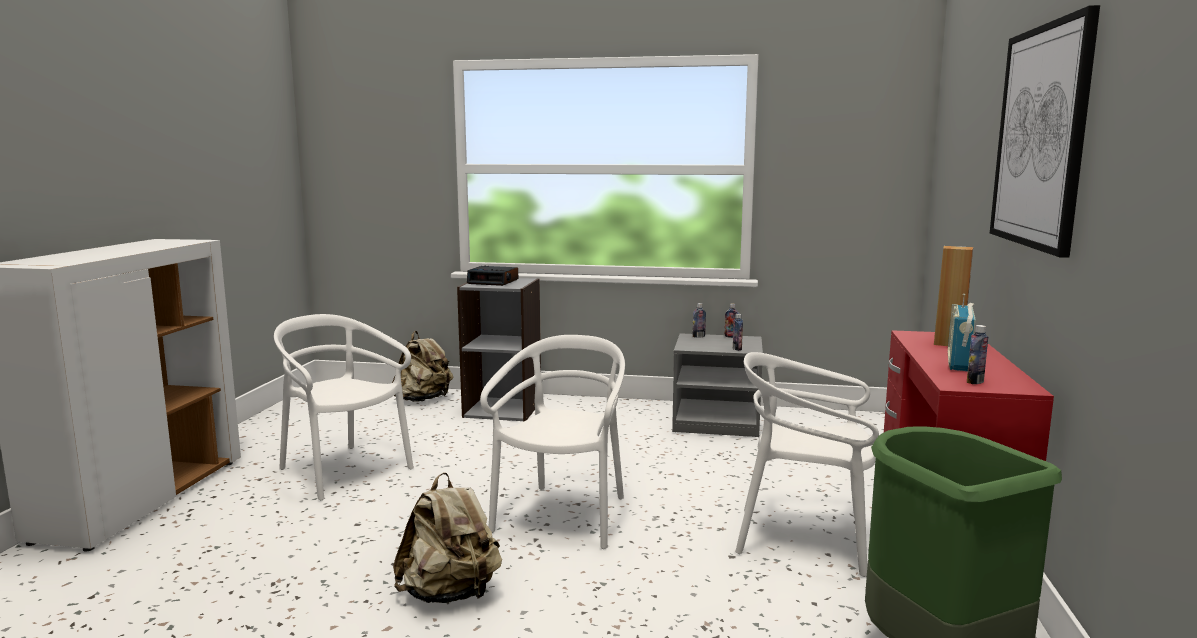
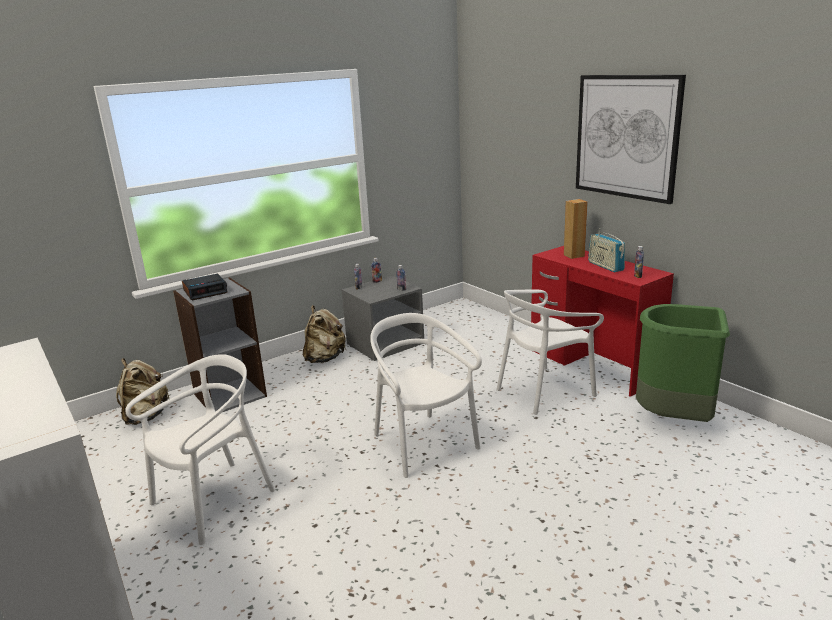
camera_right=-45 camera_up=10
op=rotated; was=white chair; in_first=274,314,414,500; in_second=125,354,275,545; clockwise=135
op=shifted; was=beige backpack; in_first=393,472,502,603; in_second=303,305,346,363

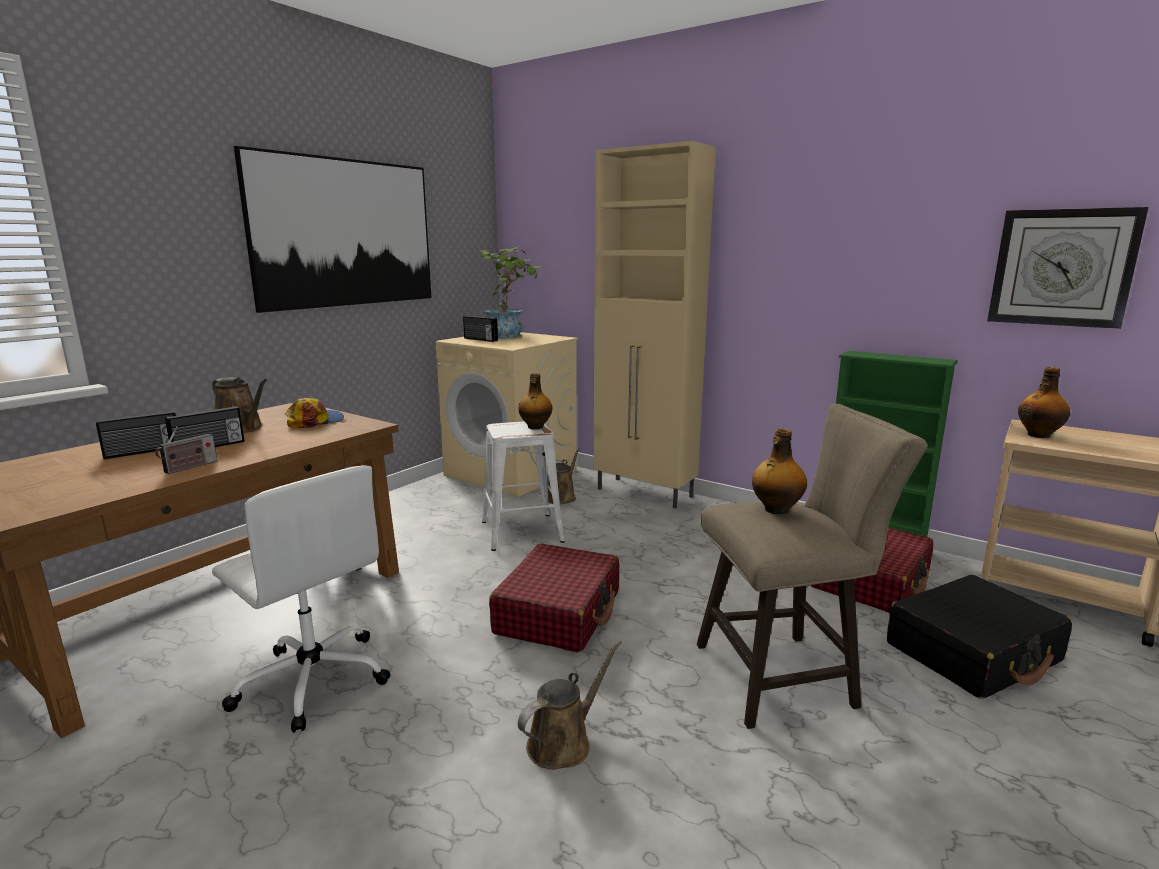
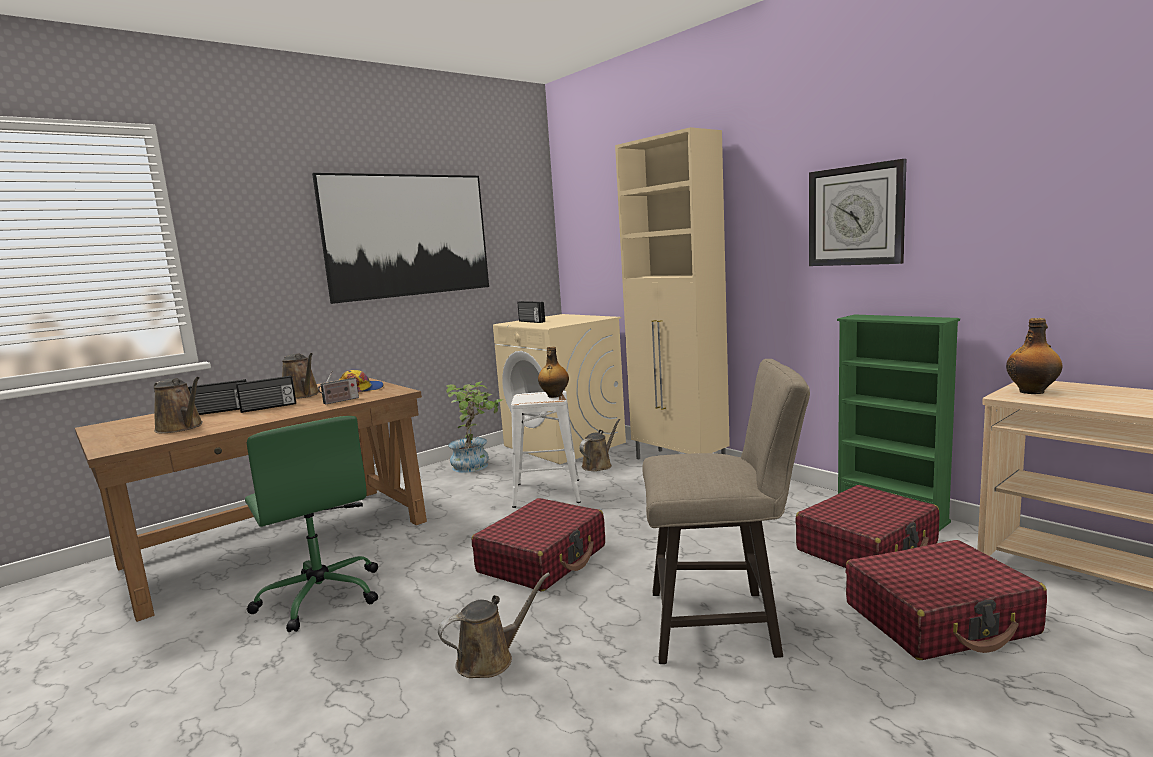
camera_right=15 camera_up=-5
op=shifted; was=wall clock; in_first=987,207,1149,329; in_second=809,159,906,266
op=shifted; was=potted plant; in_first=479,247,543,339; in_second=446,381,502,473
op=shifted; was=radio; in_first=155,426,217,474; in_second=318,371,359,404
op=gone; was=bottle; in_first=752,428,807,514
op=repainted; was=white office chair; now=green office chair; in_first=212,465,390,733; in_second=245,416,378,632
op=repainted; was=black suitcase; now=red suitcase; in_first=887,575,1072,699; in_second=846,540,1047,660
op=new; now=brown watering can; in_second=154,377,203,433

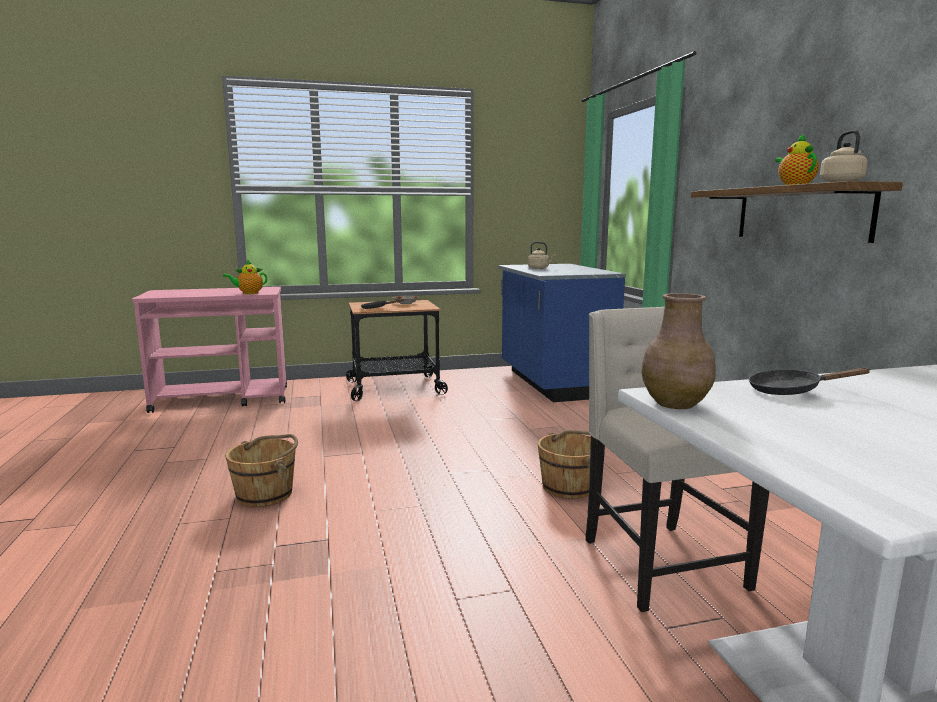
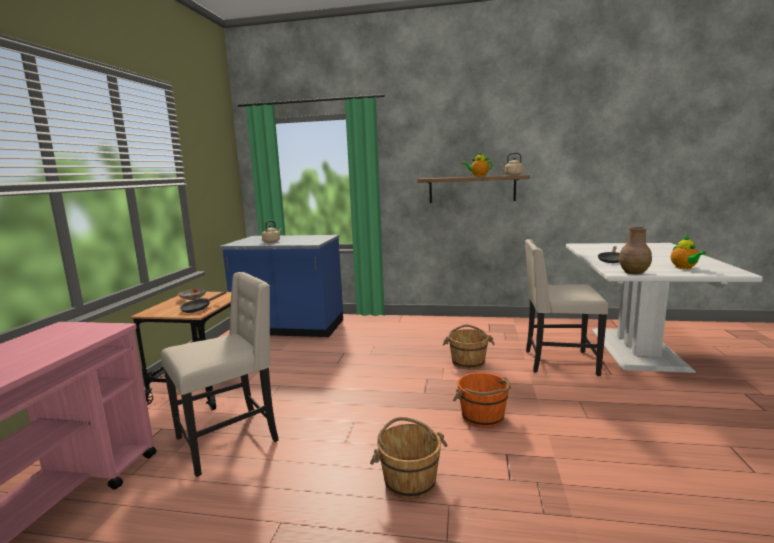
camera_right=-65 camera_up=0
op=shifted; was=teapot; in_first=223,259,267,294; in_second=671,235,706,269
op=new; now=beige chair; in_second=161,272,279,477
op=new; now=orange bucket; in_second=453,372,511,428

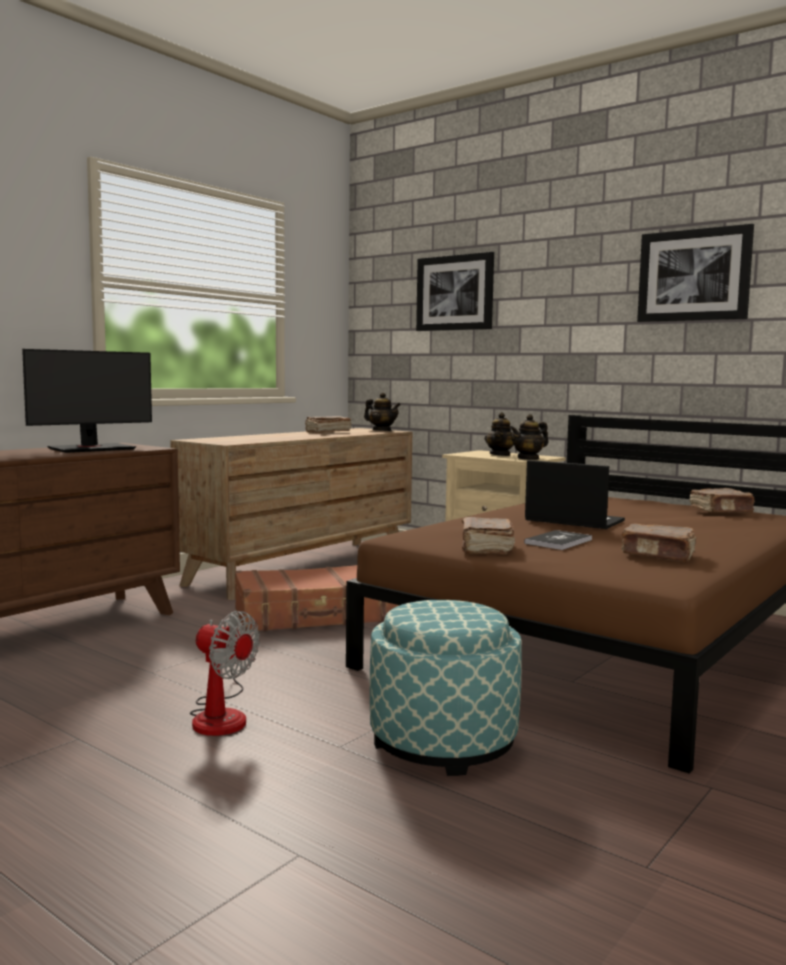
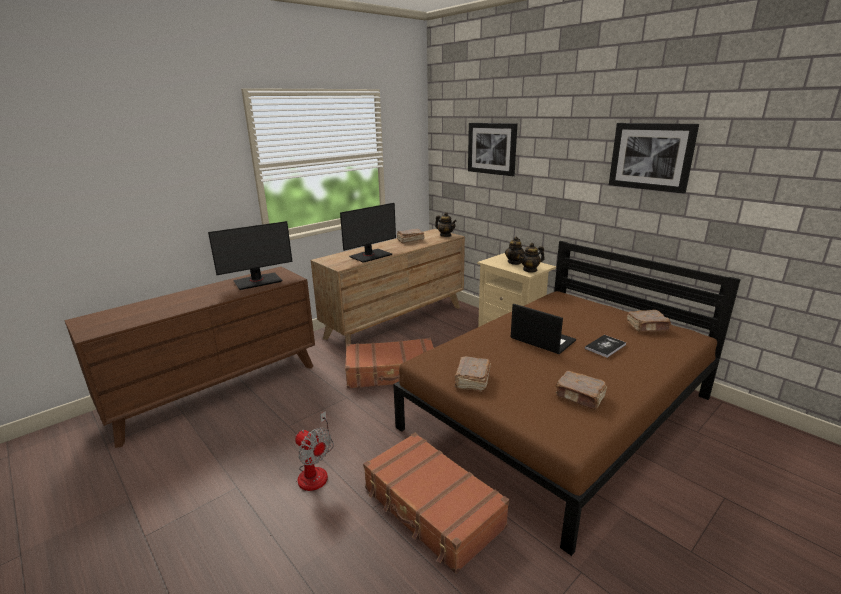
camera_right=10 camera_up=15
op=shifted; was=book; in_first=524,530,592,550; in_second=585,335,626,358
op=swapped; was=ottoman; now=brown suitcase; in_first=370,600,522,776; in_second=363,433,509,574
op=new; now=monitor; in_second=340,203,396,263

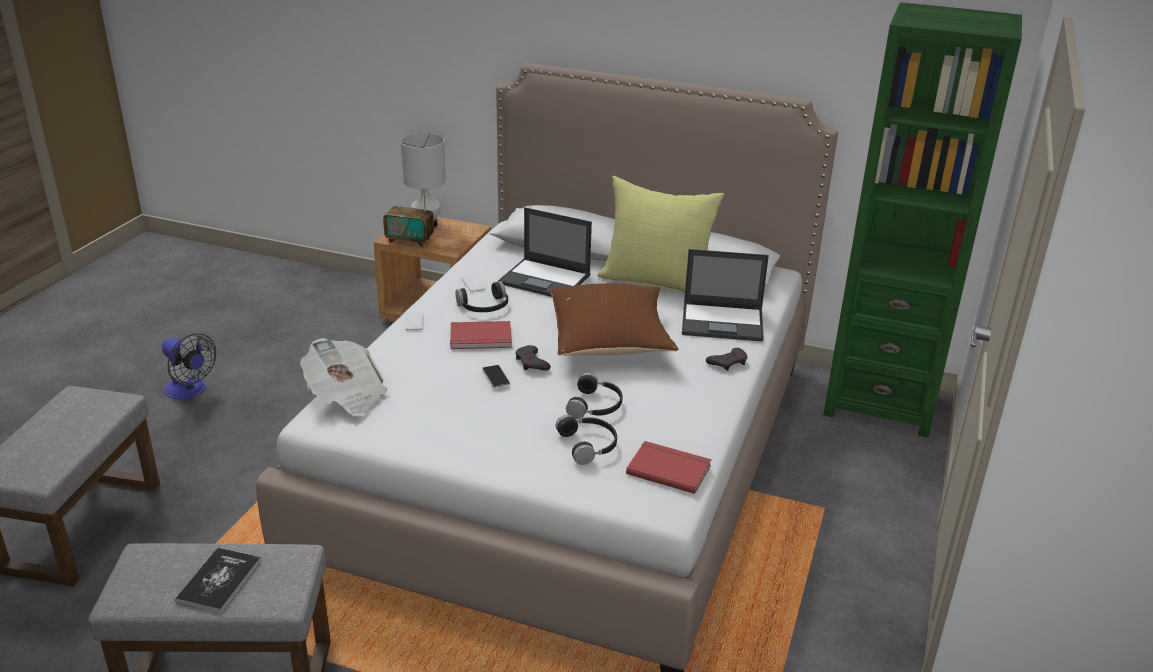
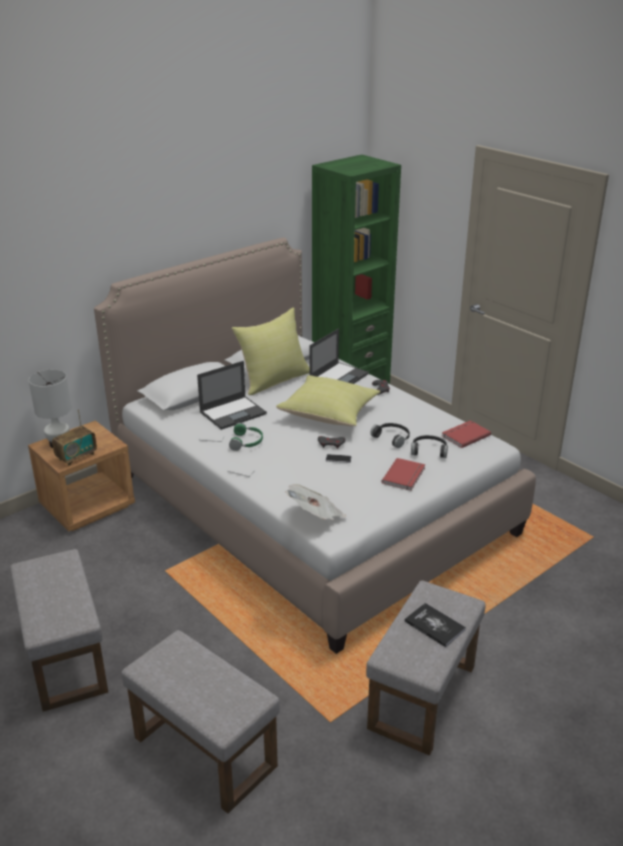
camera_right=-60 camera_up=0
op=repainted; was=black headphones; now=green headphones; in_first=455,281,508,312; in_second=229,423,263,451
op=repainted; was=brown pillow; now=yellow pillow; in_first=551,283,678,356; in_second=276,375,381,426
op=shifted; was=red book; in_first=450,321,512,349; in_second=382,458,425,491
op=swapped; was=fan; now=grey ottoman; in_first=162,333,216,400; in_second=10,549,108,712

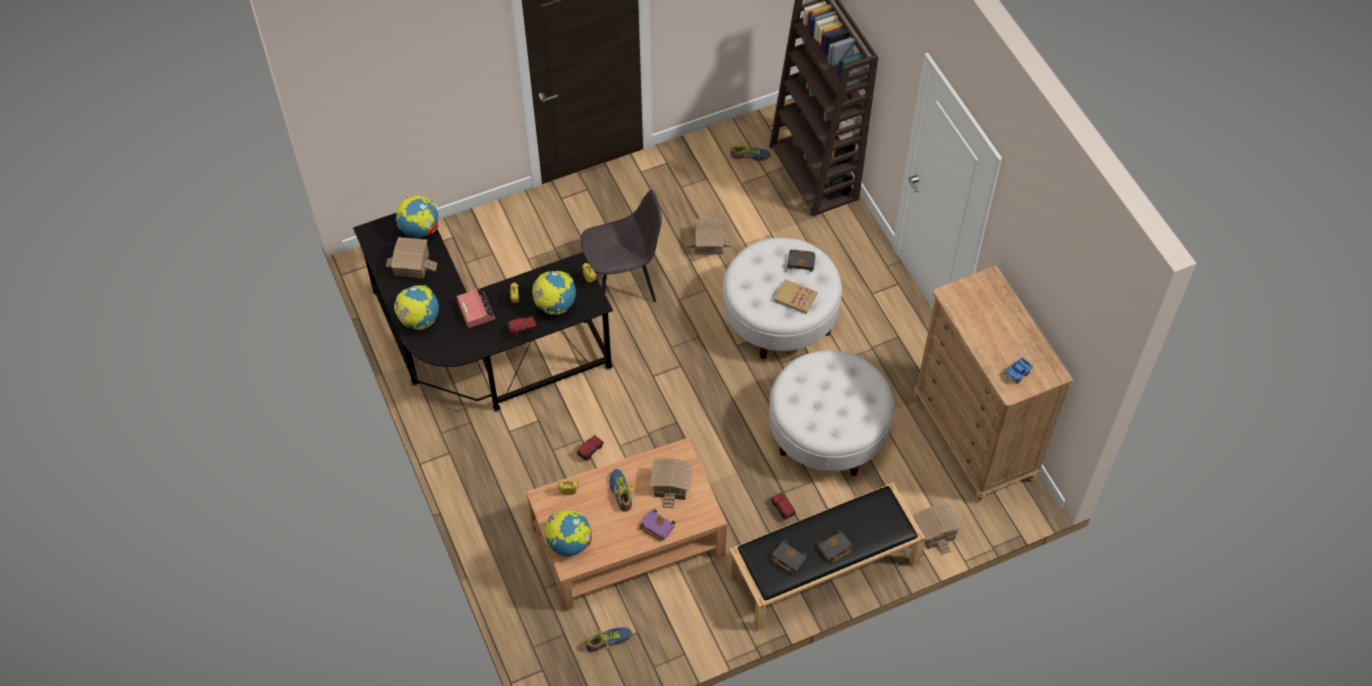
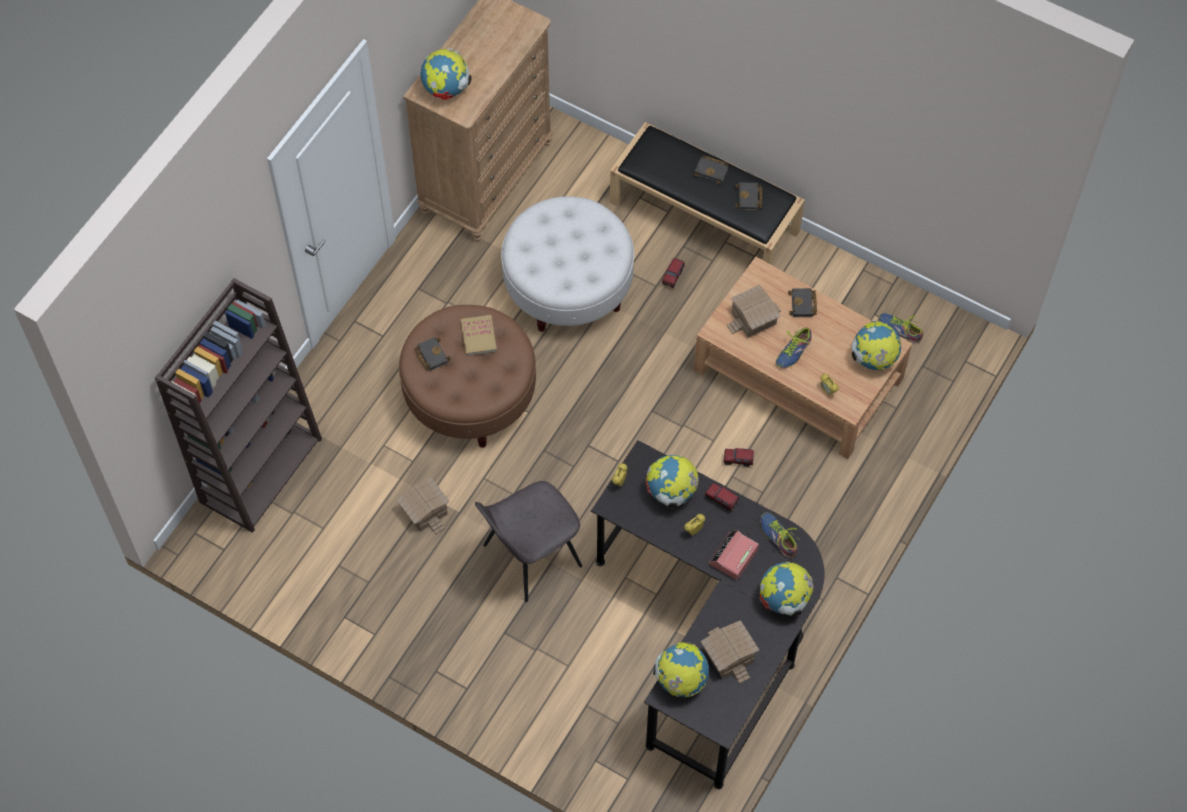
camera_right=-125 camera_up=5
op=shifted; was=shoe; in_first=730,141,771,161; in_second=760,513,800,558
op=rotated; was=grey chair; in_first=581,190,662,302; in_second=475,481,582,602; clockwise=-75
op=repainted; was=white ottoman; now=brown ottoman; in_first=723,238,842,359; in_second=399,305,536,448
op=gone; was=toy truck; in_first=1006,358,1033,384
op=gone; was=toy house; in_first=913,503,961,555
op=repainted; was=purple book; now=black book; in_first=639,509,676,542; in_second=788,288,817,317
op=new; now=globe; in_second=421,48,472,100

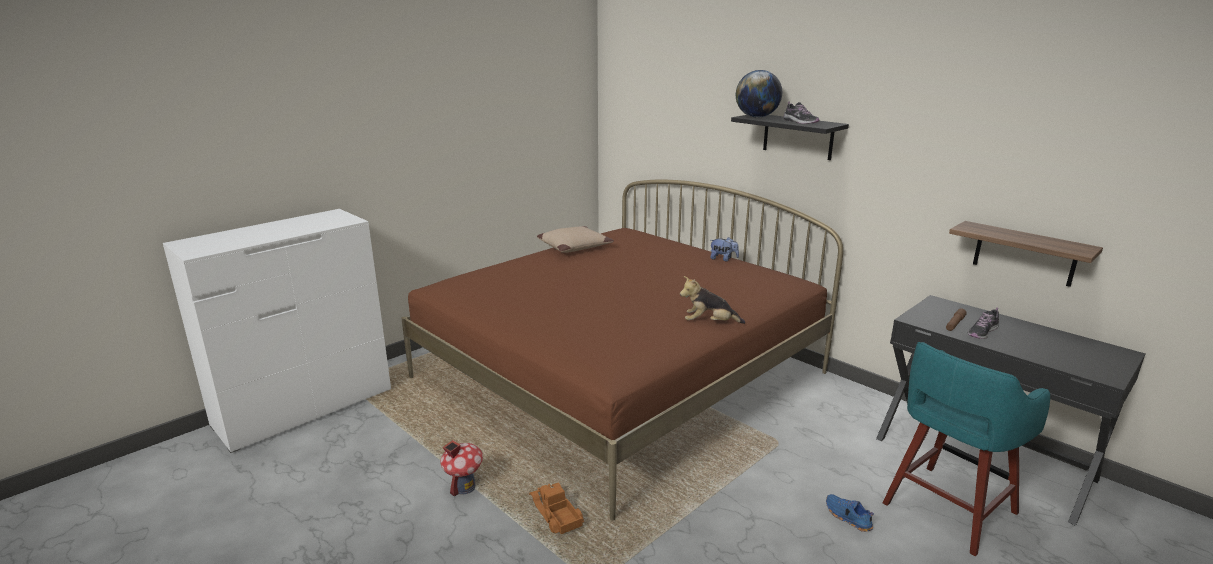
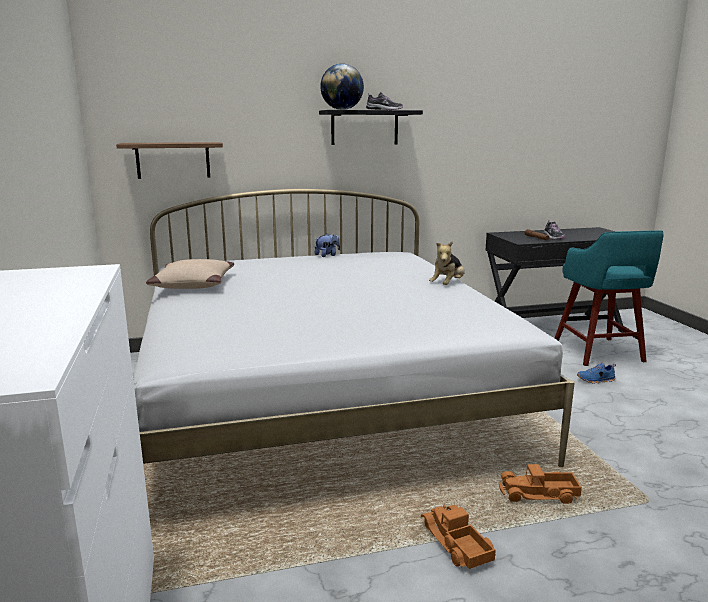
camera_right=-60 camera_up=-5
op=repainted; was=brown bed; now=white bed; in_first=401,180,843,521; in_second=133,189,575,467
op=shifted; was=shelf; in_first=949,221,1103,287; in_second=116,142,223,179
op=swapped; was=toy house; now=toy truck; in_first=440,440,483,497; in_second=421,505,496,569

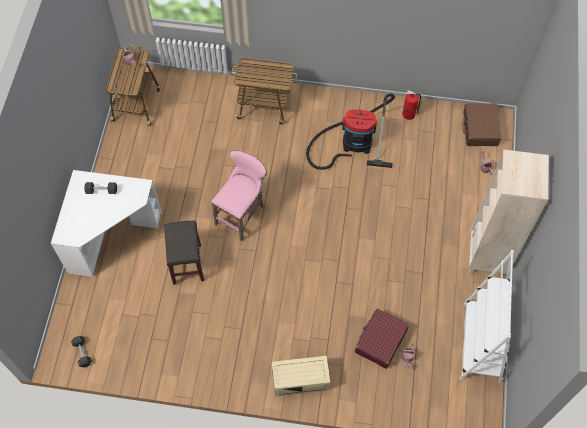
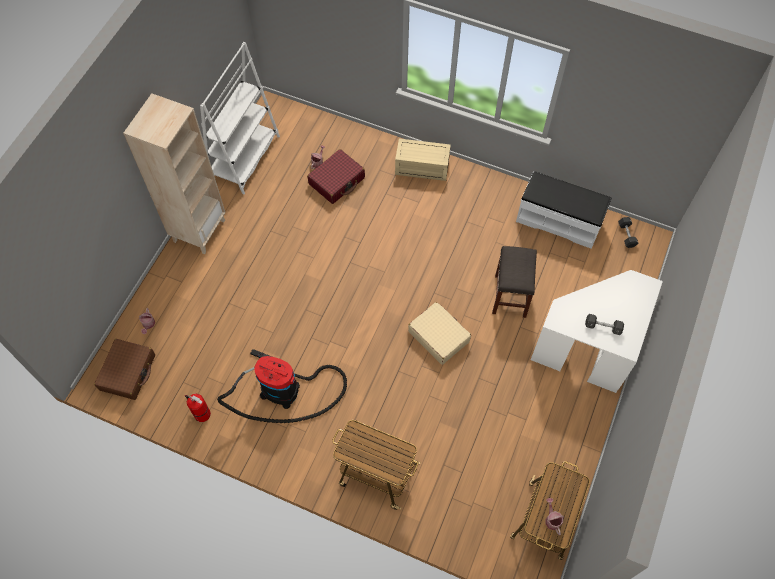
camera_right=-165 camera_up=0
op=swapped; was=pink stool; now=beige suitcase; in_first=211,151,267,241; in_second=408,302,471,365
op=new; now=white bench; in_second=516,171,611,249

